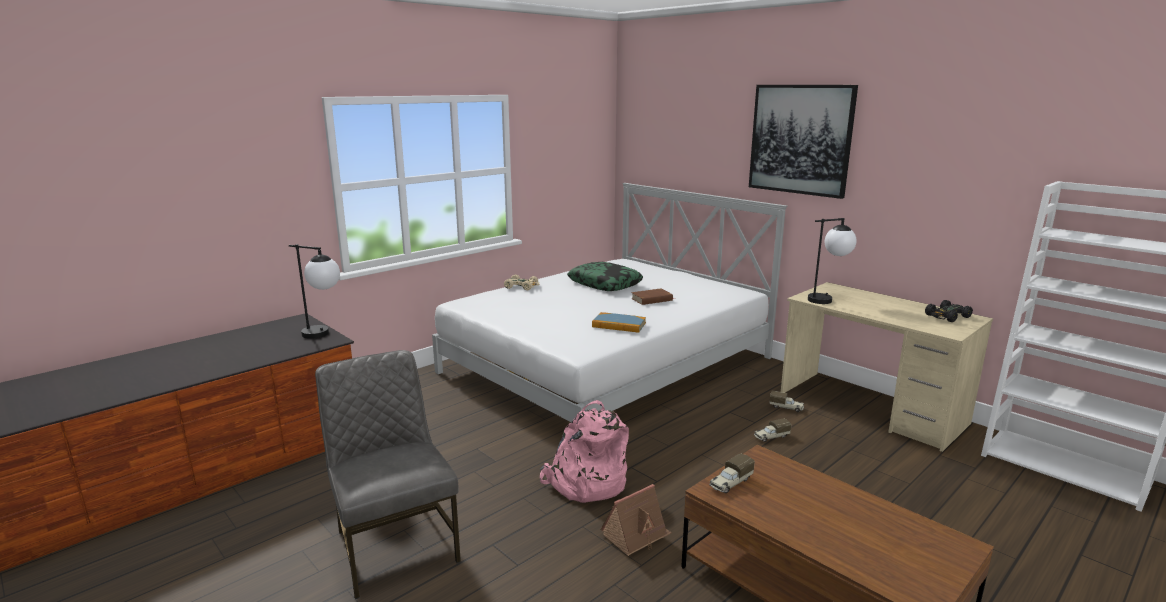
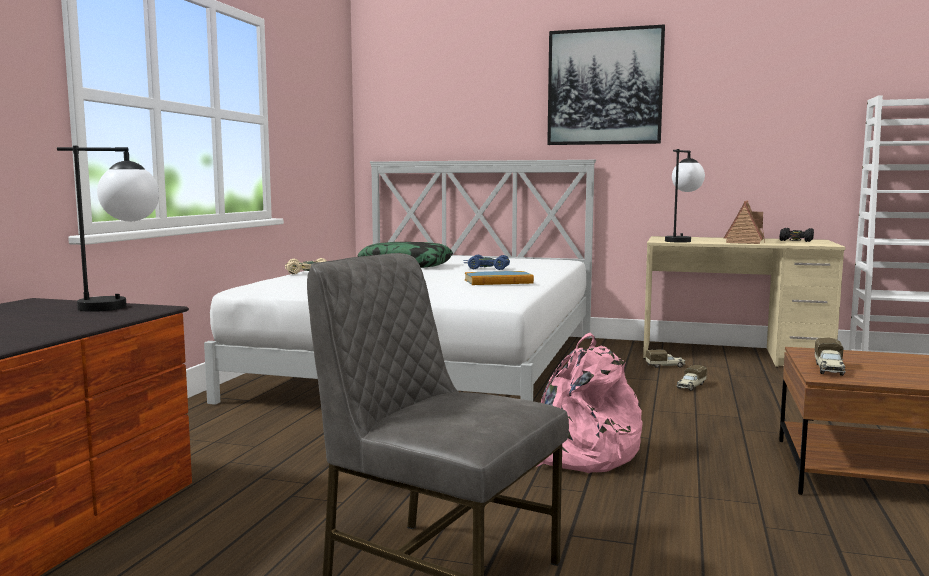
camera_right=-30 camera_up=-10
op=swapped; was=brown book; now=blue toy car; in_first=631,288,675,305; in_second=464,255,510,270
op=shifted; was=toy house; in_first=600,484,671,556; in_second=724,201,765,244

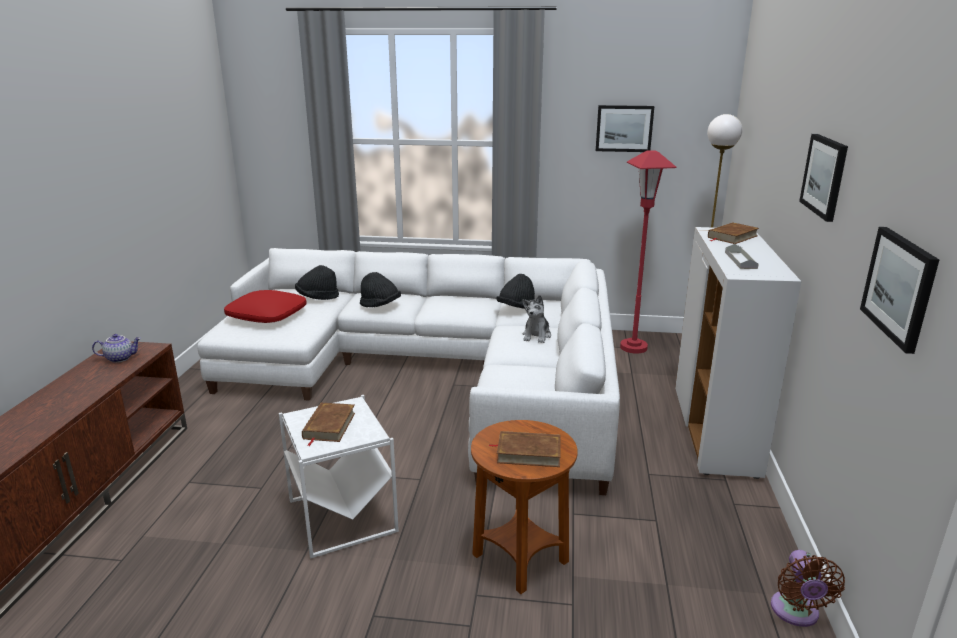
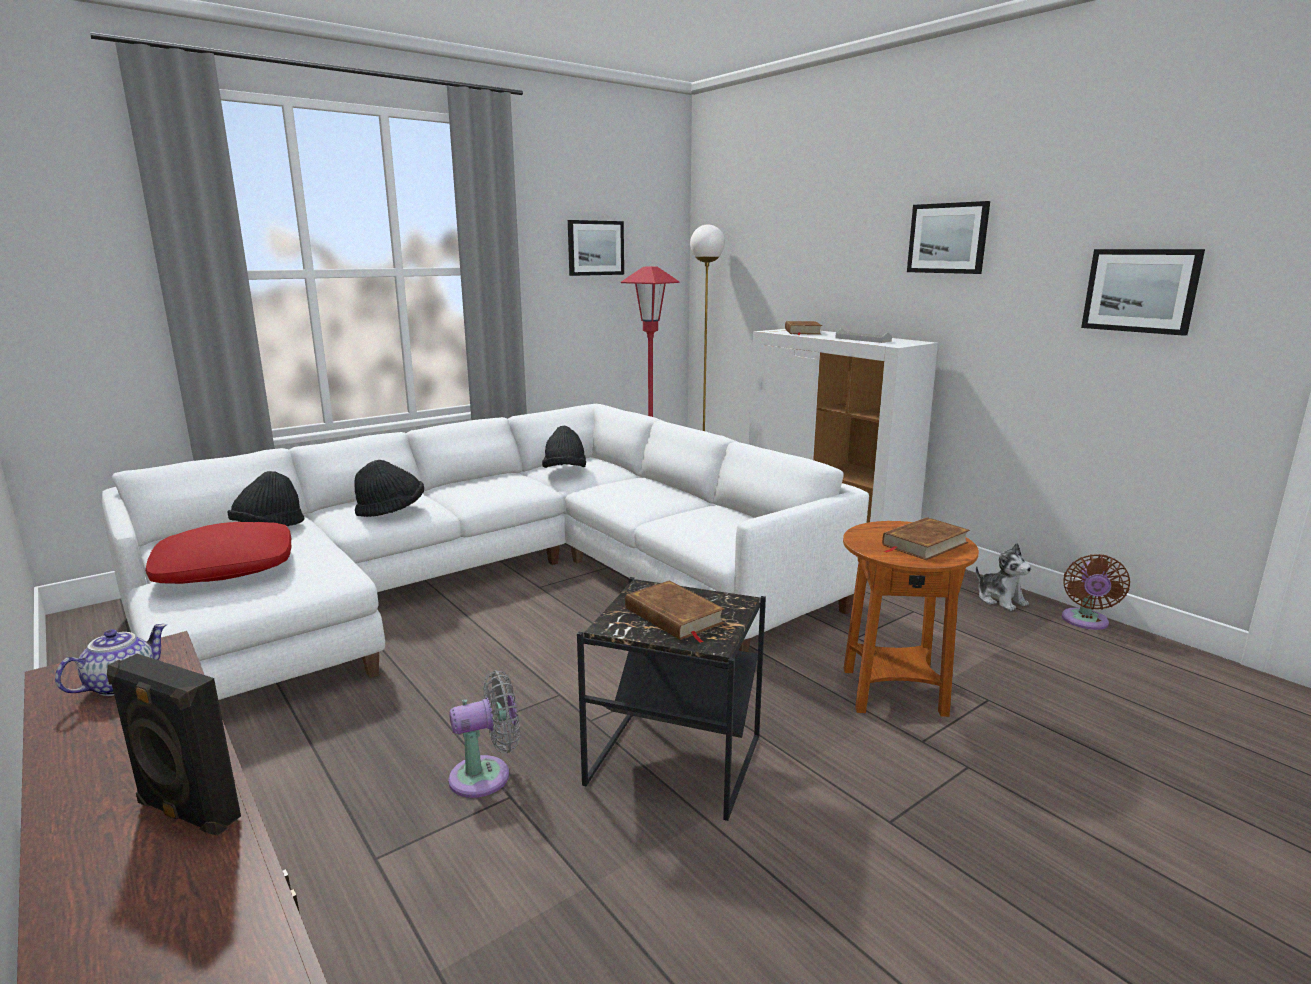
camera_right=-45 camera_up=-5
op=shifted; was=plush toy; in_first=522,295,551,343; in_second=976,543,1031,611
op=repainted; was=white side table; now=black side table; in_first=279,395,399,558; in_second=577,577,766,821
op=rotated; was=brown fan; in_first=771,550,845,627; in_second=1062,554,1130,630; clockwise=60
op=new; now=black speaker; in_second=107,654,241,836
op=new; now=grey fan; in_second=448,670,520,798

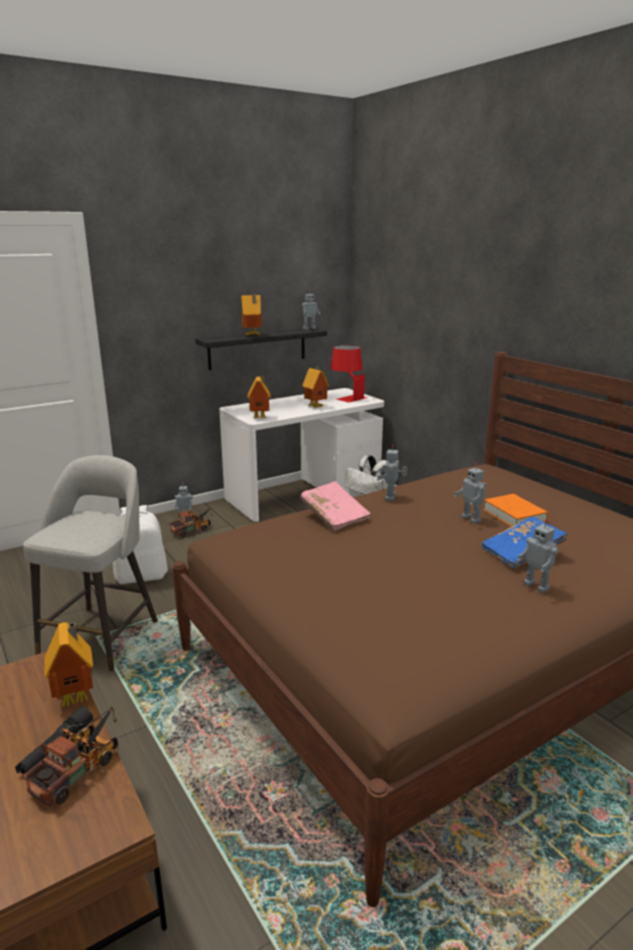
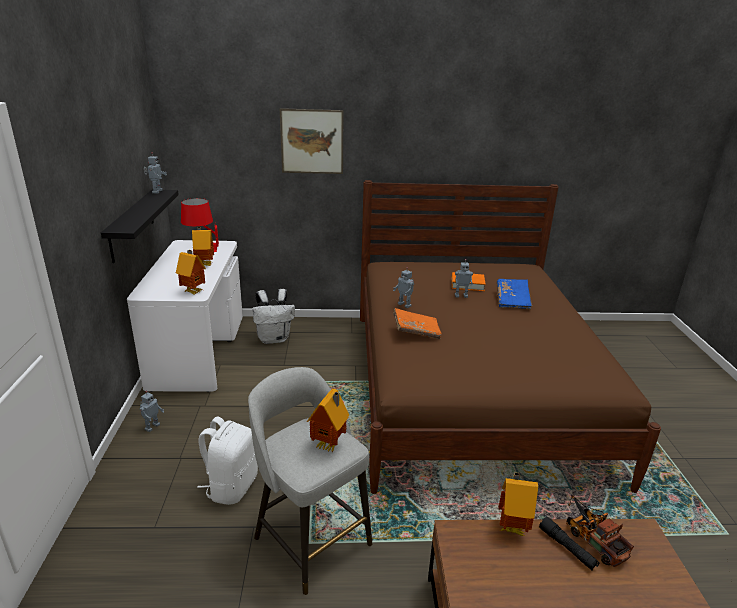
camera_right=-60 camera_up=5
op=shifted; was=toy house; in_first=241,294,262,335; in_second=307,389,349,452
op=repainted; was=pink book; now=orange book; in_first=300,481,371,532; in_second=393,308,442,339
op=gone; was=toy truck; in_first=169,507,213,538
op=gone; was=toy robot; in_first=517,520,559,593
op=new; now=picture; in_second=280,108,343,174

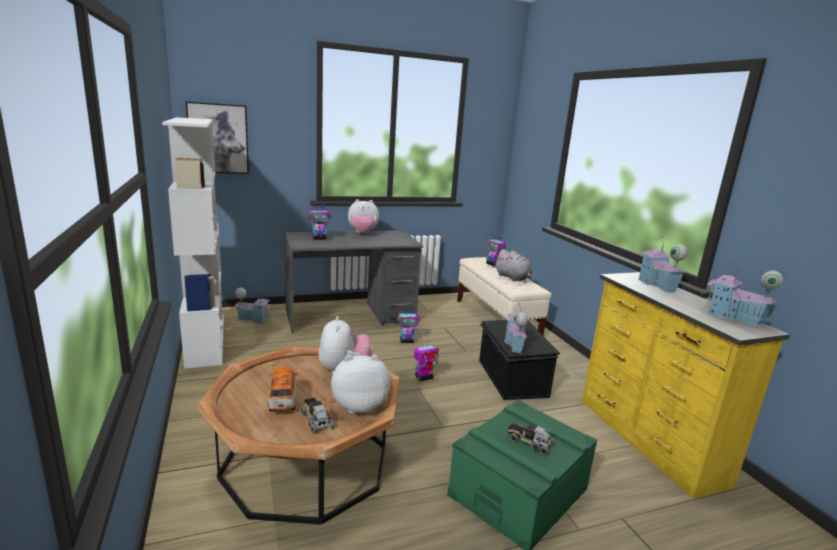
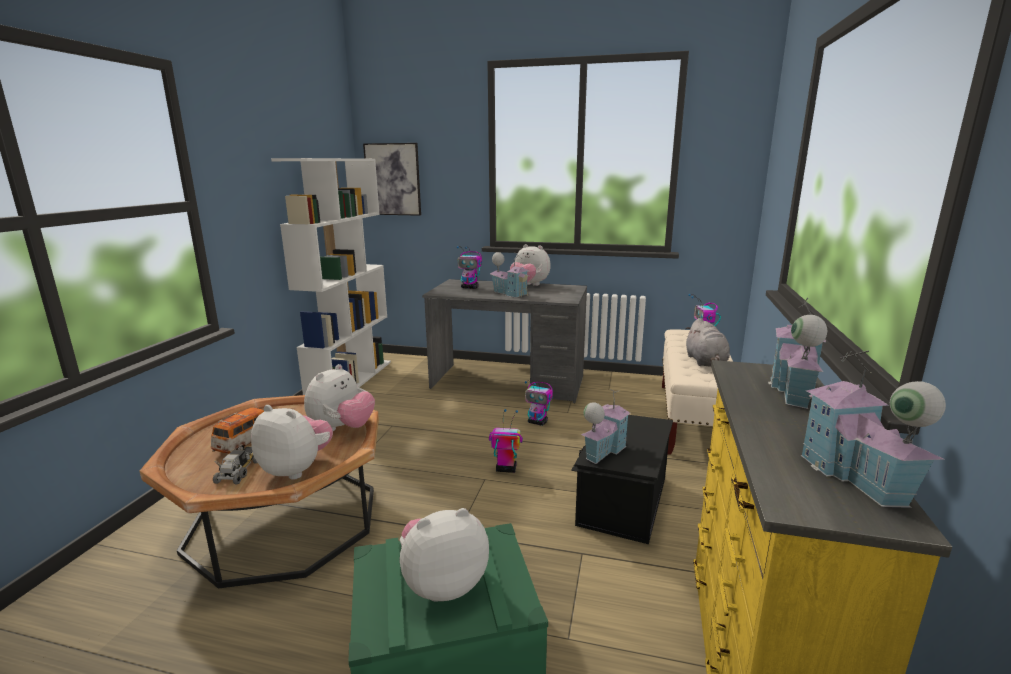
camera_right=35 camera_up=0
op=shifted; was=toy house; in_first=234,288,271,324; in_second=490,252,530,298
op=swapped; was=toy truck; now=plush toy; in_first=507,422,555,455; in_second=400,508,489,602

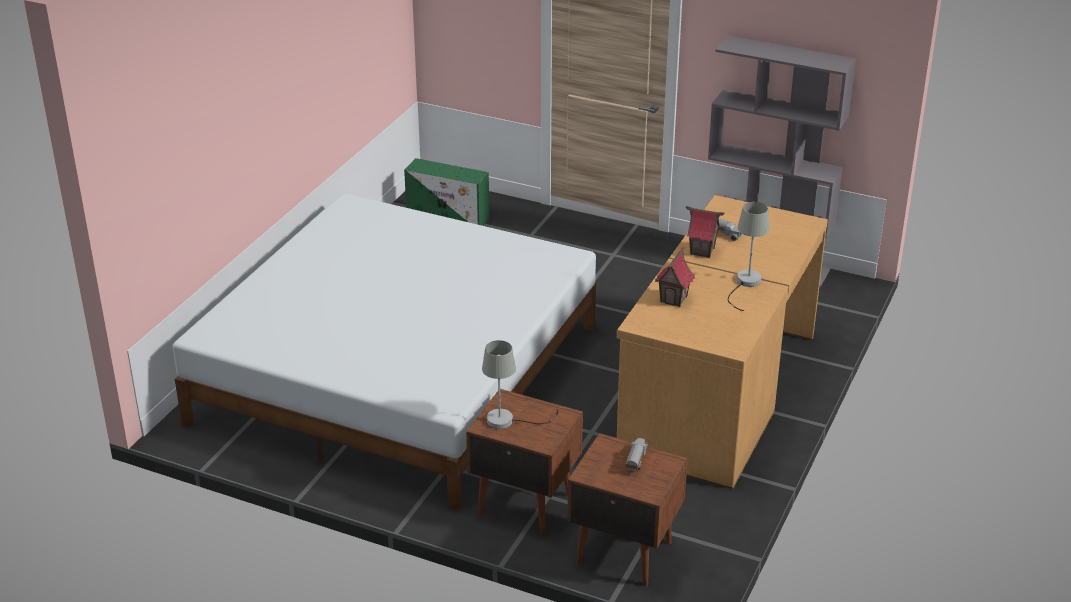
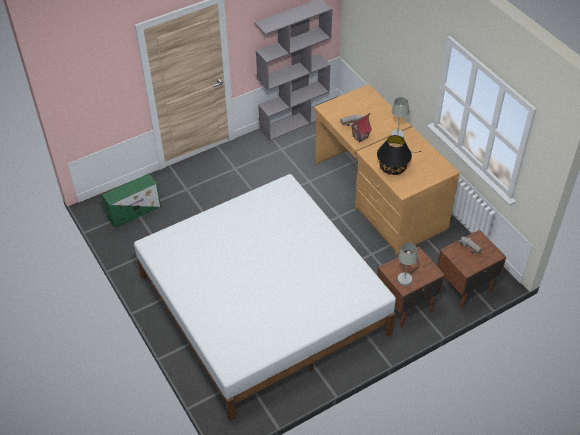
camera_right=-55 camera_up=15
op=swapped; was=toy house; now=black table lamp; in_first=655,247,695,307; in_second=377,135,412,175

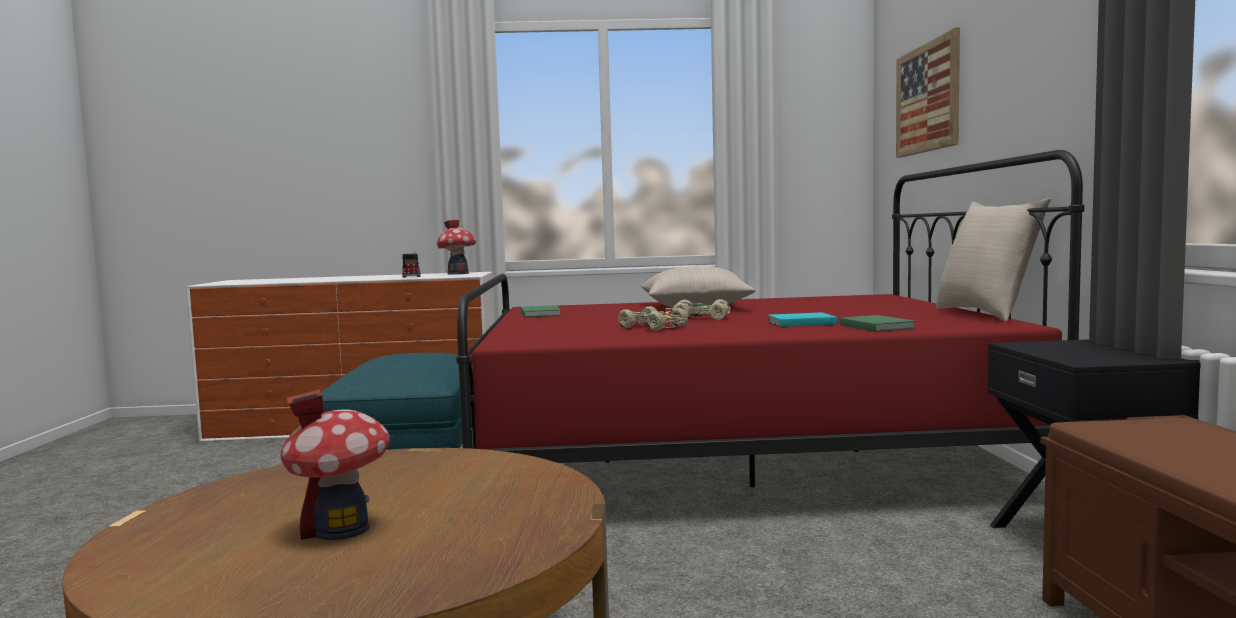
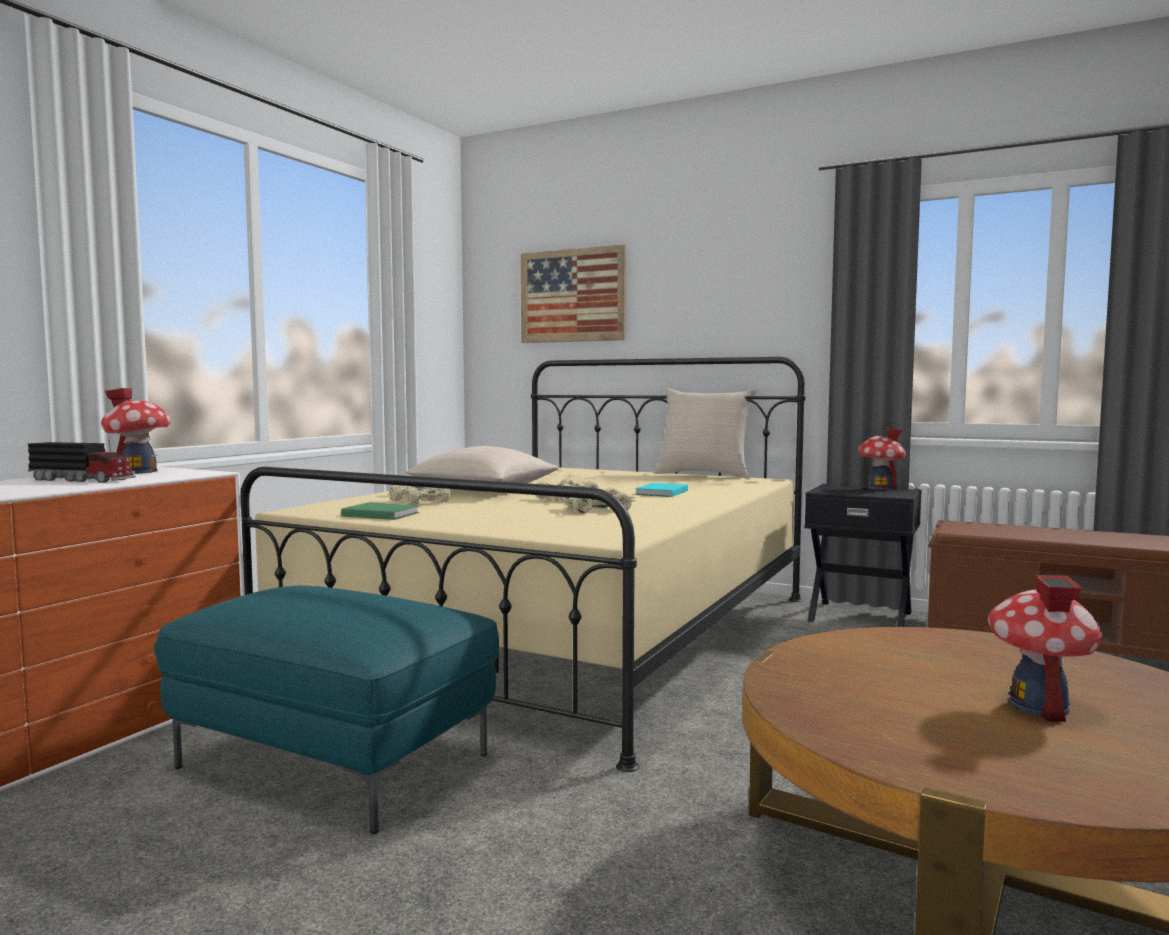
camera_right=-60 camera_up=0
op=repainted; was=red bed; now=beige bed; in_first=456,150,1085,487; in_second=240,357,806,772
op=gone; was=green book; in_first=840,315,916,332
op=new; now=toy house; in_second=858,428,906,490
op=new; now=beige toy car; in_second=389,485,450,505

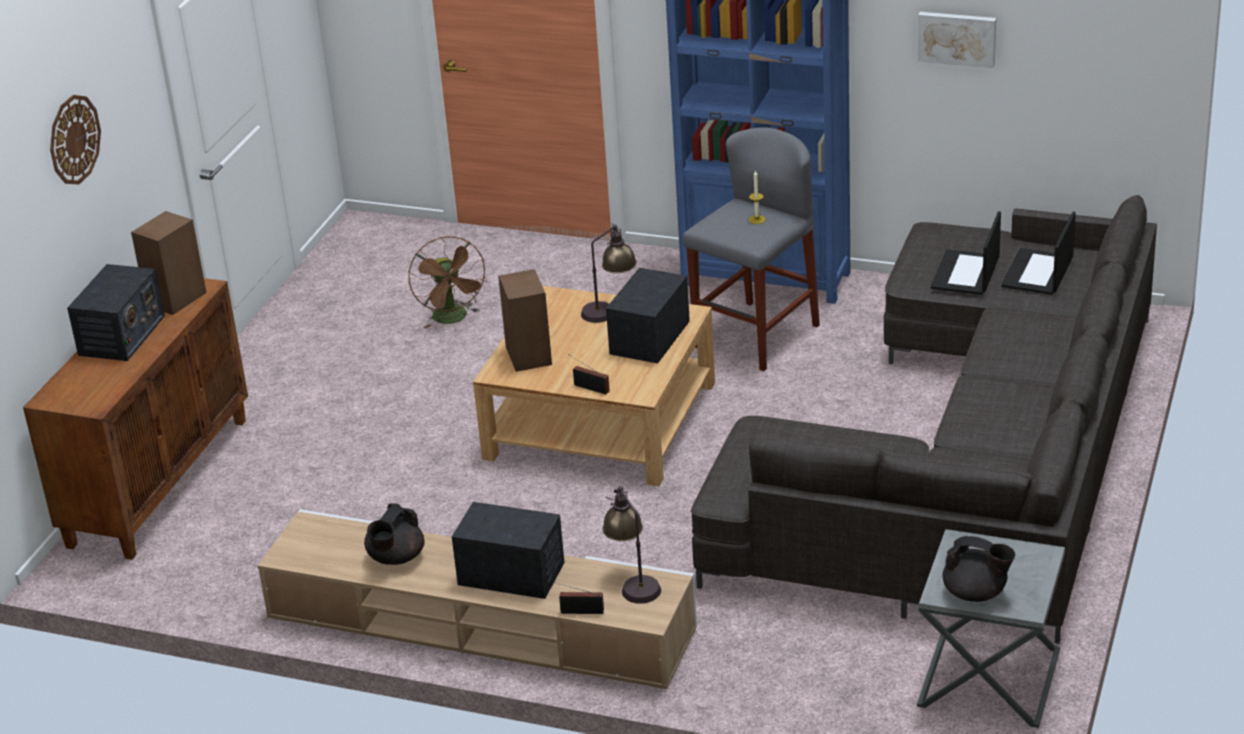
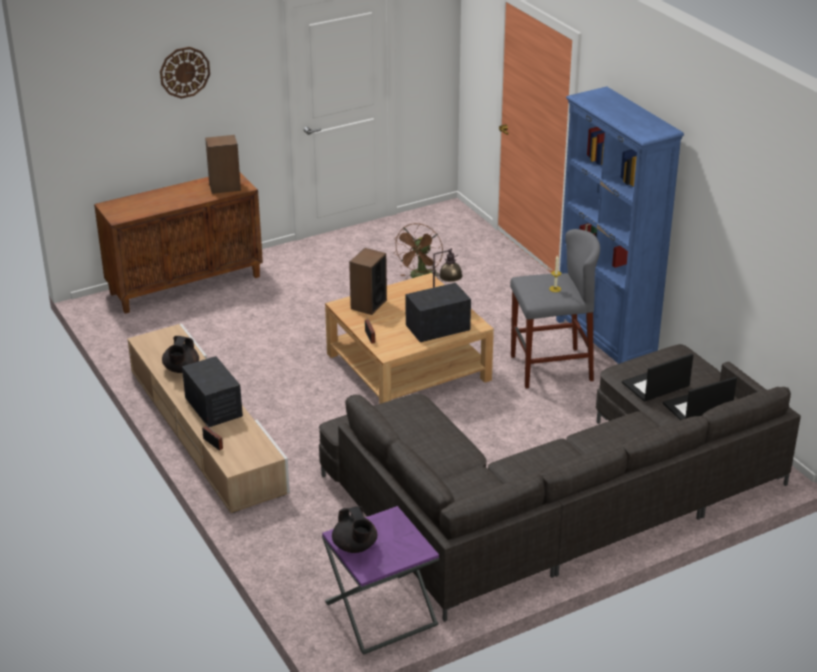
camera_right=40 camera_up=0
op=gone; was=picture; in_first=918,12,996,68
op=gone; was=radio; in_first=67,264,165,361
op=gone; was=table lamp; in_first=603,486,661,604
op=rotated; was=black teapot; in_first=364,503,425,565; in_second=162,336,199,373; clockwise=-60
op=repainted; was=grey side table; now=purple side table; in_first=917,529,1065,728; in_second=322,506,439,655

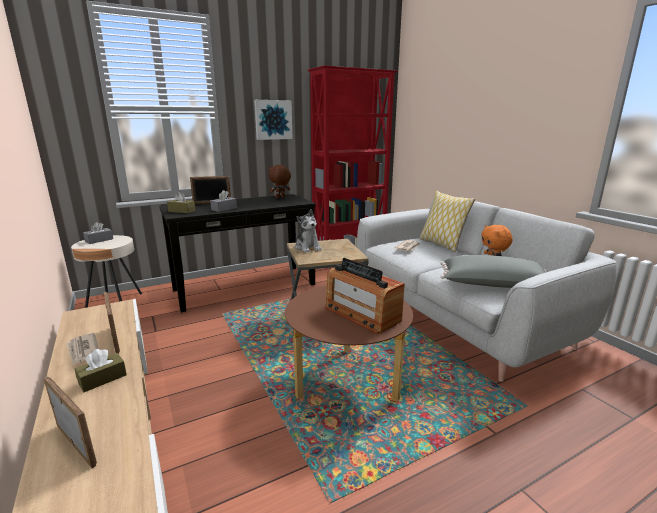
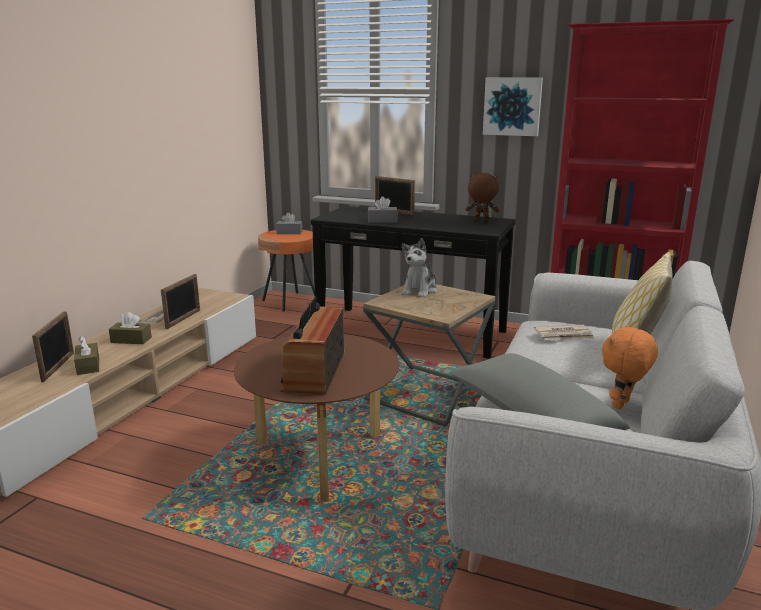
camera_right=50 camera_up=0
op=shifted; was=brown tissue box; in_first=167,192,195,213; in_second=74,336,99,375
op=repainted; was=beige side table; now=orange side table; in_first=71,235,142,308; in_second=258,230,315,311

